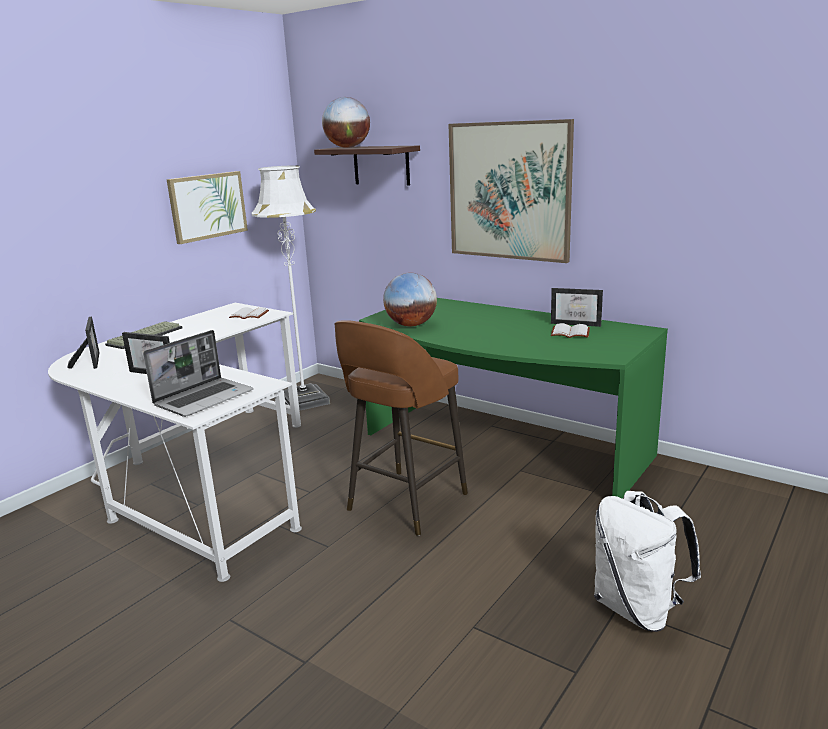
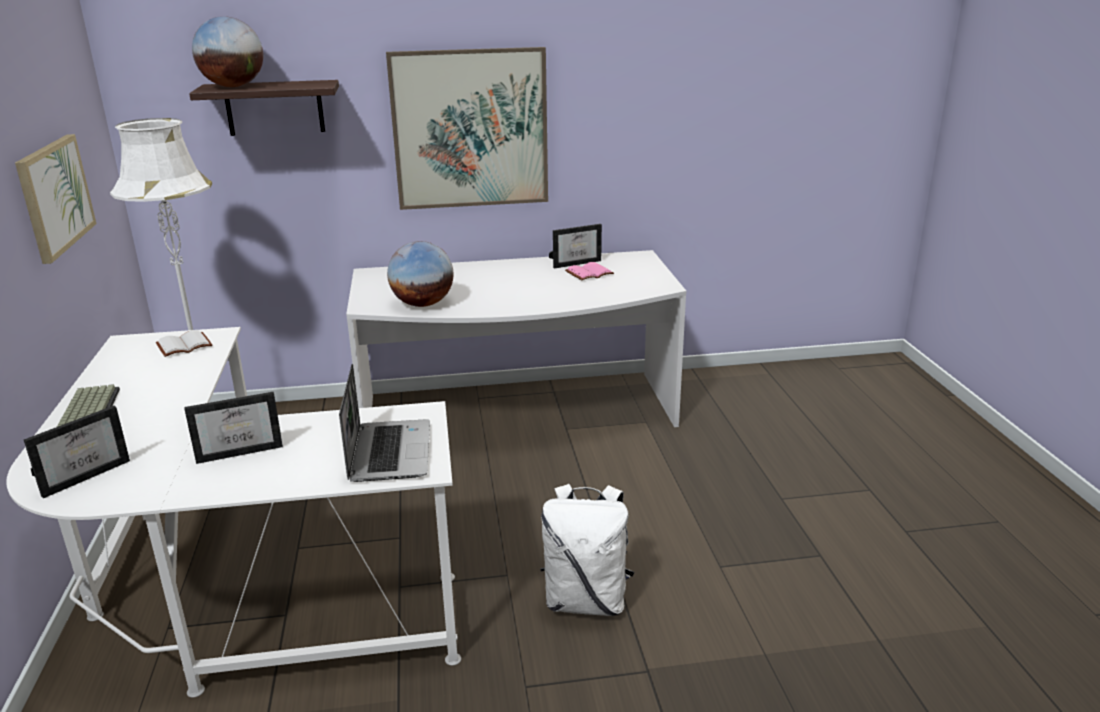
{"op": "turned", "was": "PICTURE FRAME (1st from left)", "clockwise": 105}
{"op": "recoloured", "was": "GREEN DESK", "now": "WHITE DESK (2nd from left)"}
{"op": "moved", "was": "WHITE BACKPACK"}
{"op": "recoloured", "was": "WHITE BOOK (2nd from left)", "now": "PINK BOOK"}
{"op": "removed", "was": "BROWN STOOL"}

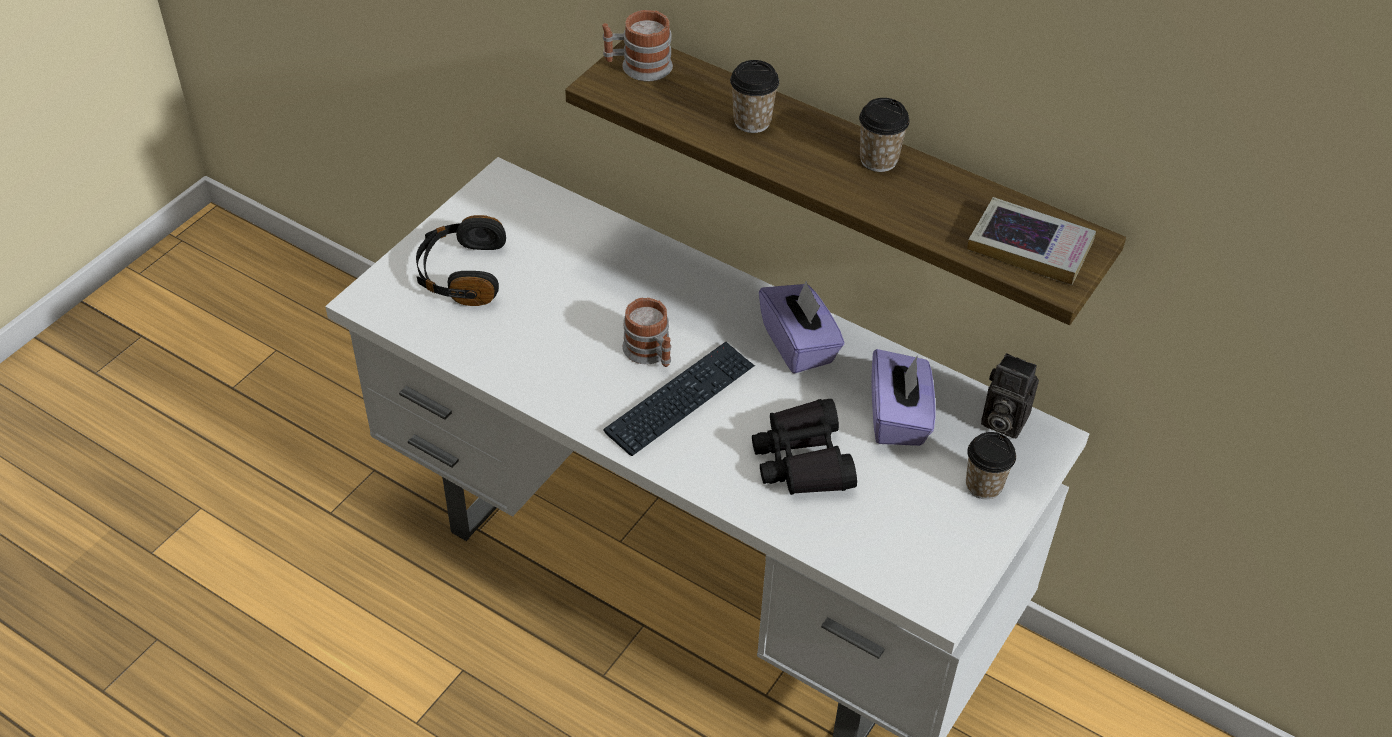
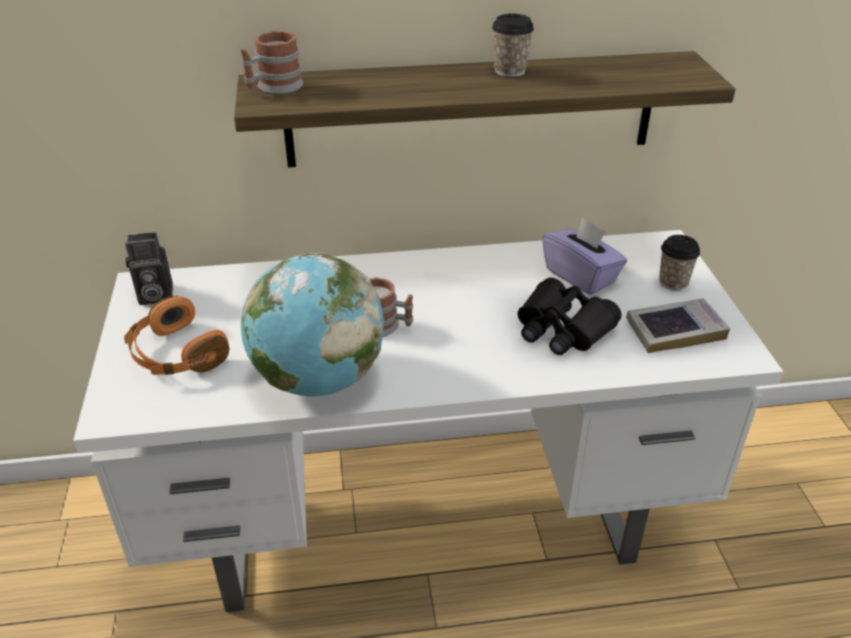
{"op": "recoloured", "was": "BLACK HEADPHONES", "now": "ORANGE HEADPHONES"}
{"op": "moved", "was": "PHOTO CAMERA"}
{"op": "added", "now": "GLOBE"}
{"op": "moved", "was": "BOOK"}
{"op": "removed", "was": "KEYBOARD"}
{"op": "removed", "was": "CUP (1st from left)"}
{"op": "removed", "was": "PURPLE TISSUE BOX (1st from left)"}

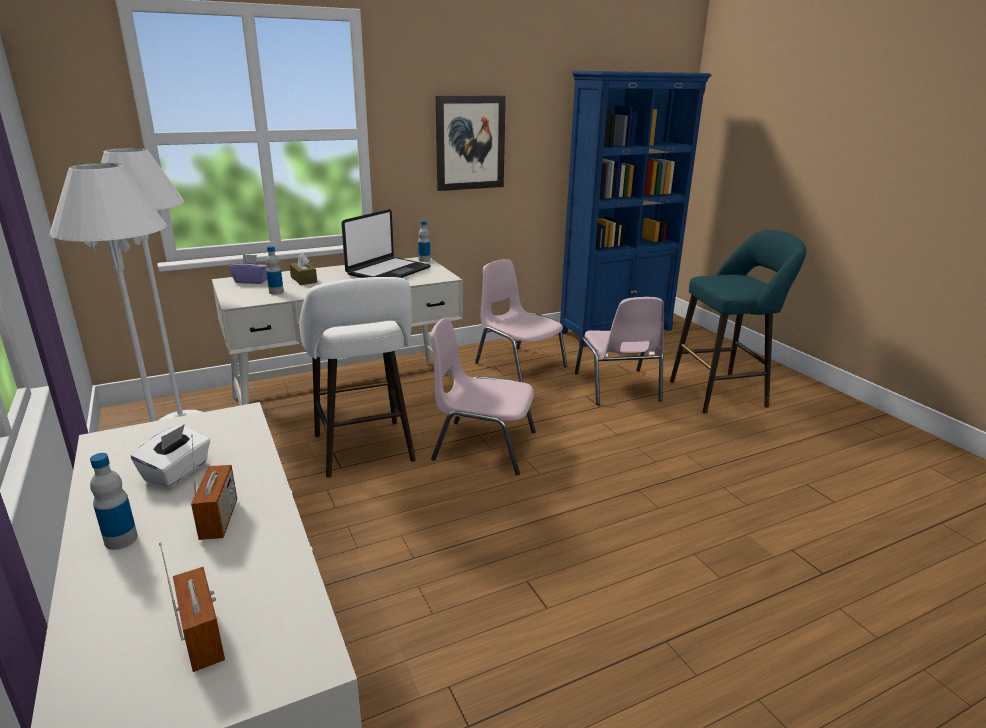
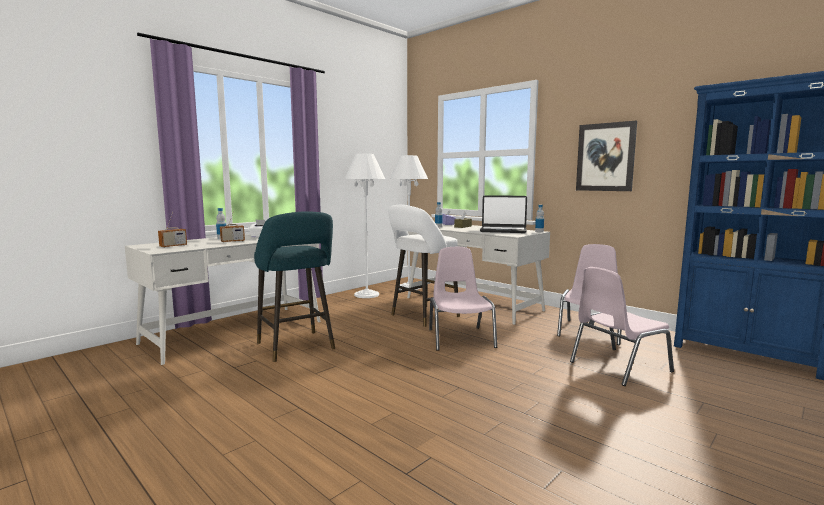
{"op": "moved", "was": "TURQUOISE STOOL"}

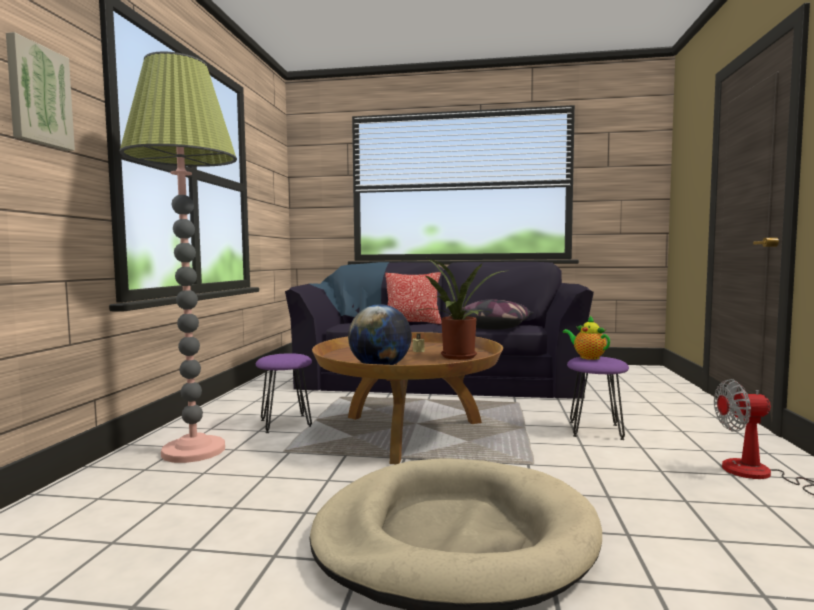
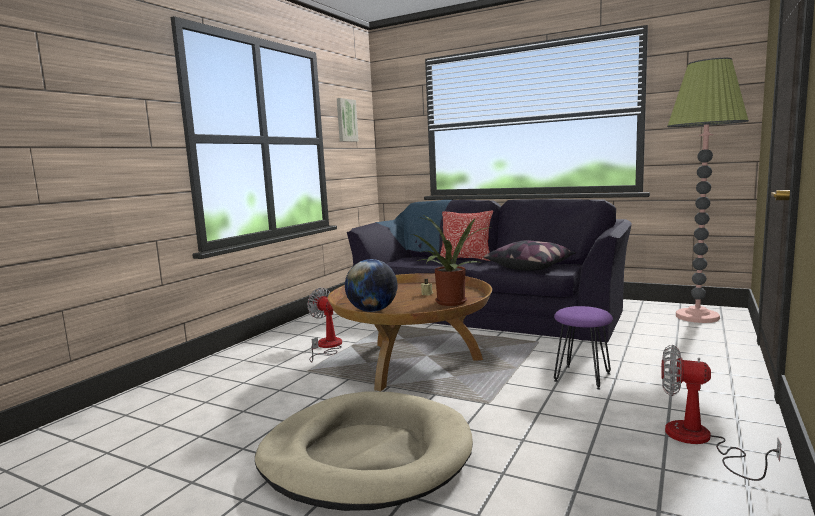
{"op": "replaced", "was": "PURPLE STOOL (1st from left)", "now": "FAN (1st from left)"}
{"op": "moved", "was": "PICTURE"}
{"op": "moved", "was": "FLOOR LAMP"}
{"op": "removed", "was": "TEAPOT"}

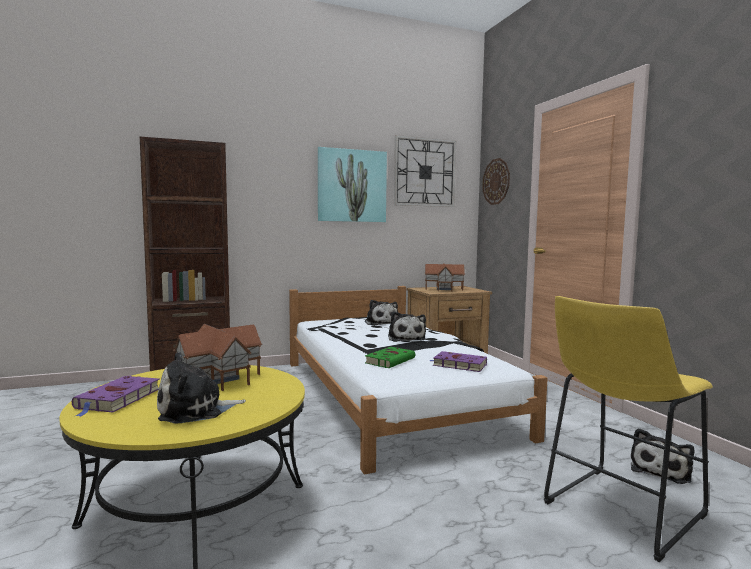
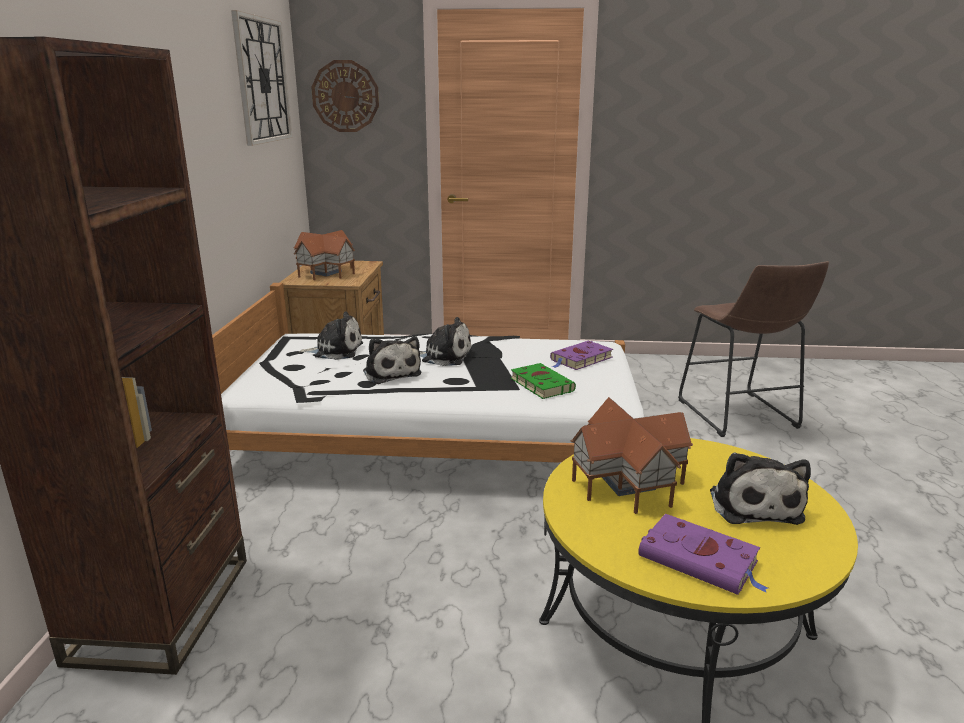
{"op": "moved", "was": "PLUSH TOY (4th from left in the first image)", "now": "PLUSH TOY (2nd from left)"}
{"op": "recoloured", "was": "YELLOW STOOL", "now": "BROWN STOOL"}
{"op": "removed", "was": "PICTURE"}

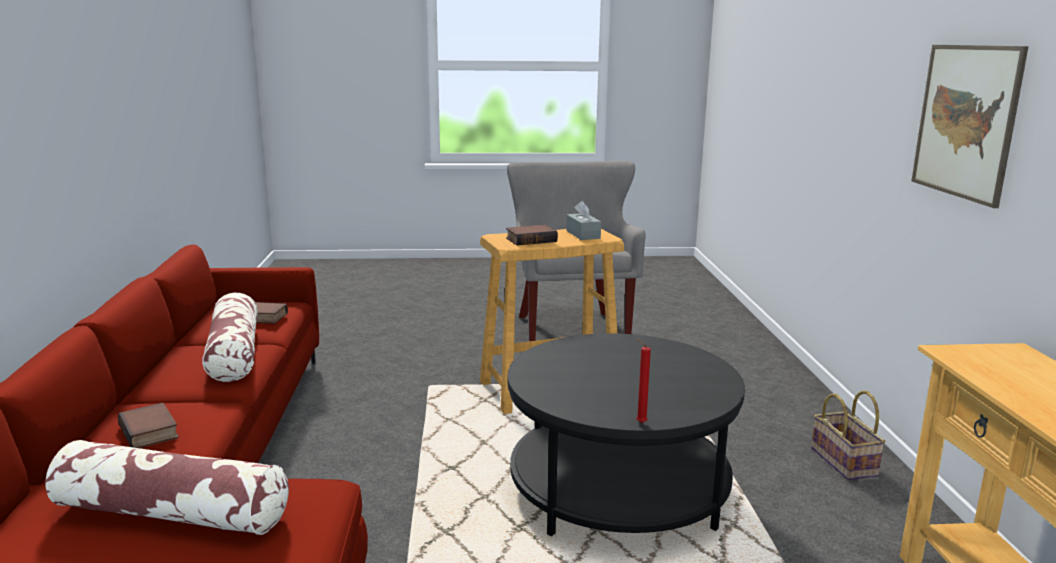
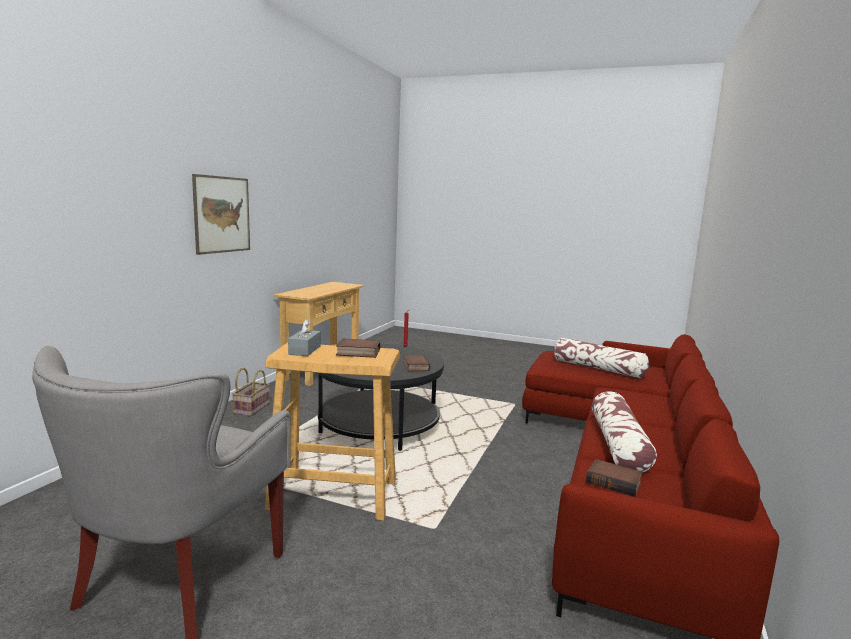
{"op": "moved", "was": "BOOK (1st from left in the first image)", "now": "BOOK (2nd from left)"}

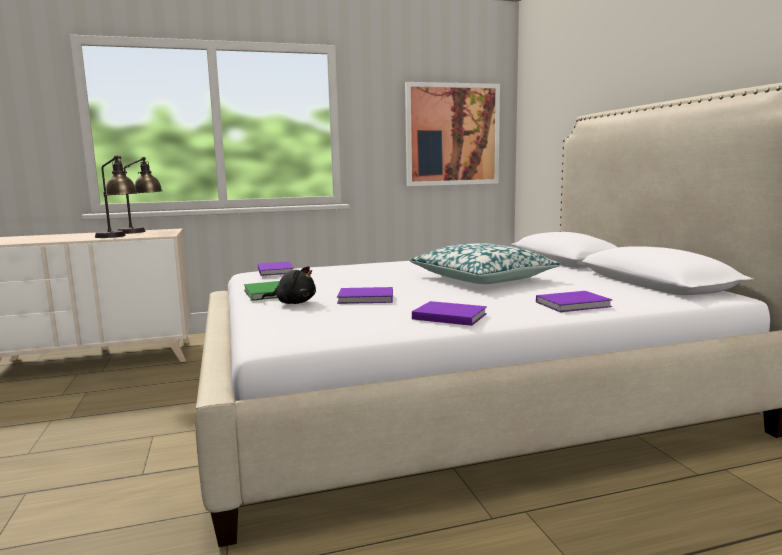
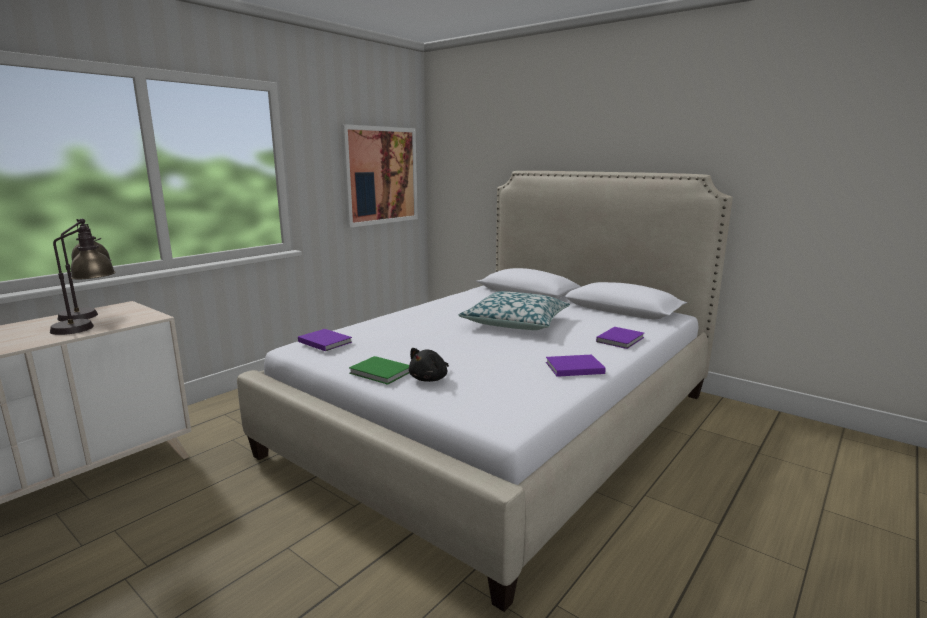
{"op": "turned", "was": "BLACK PLUSH TOY", "clockwise": 150}
{"op": "removed", "was": "PURPLE BOOK (2nd from left)"}

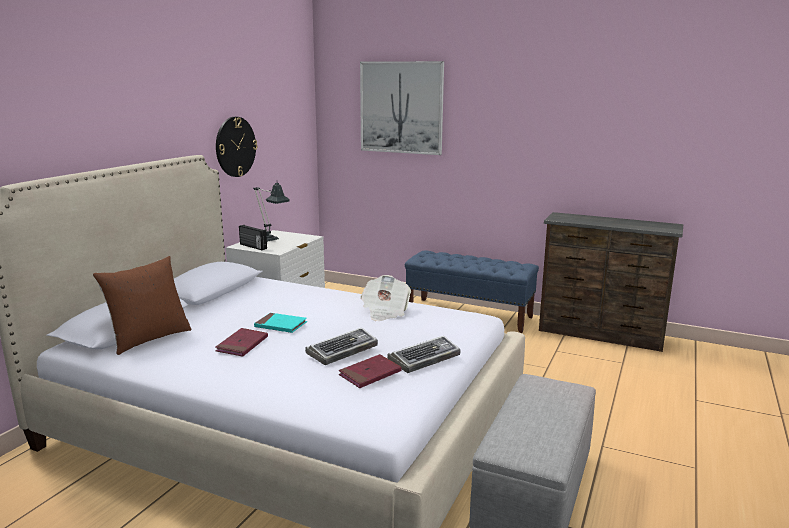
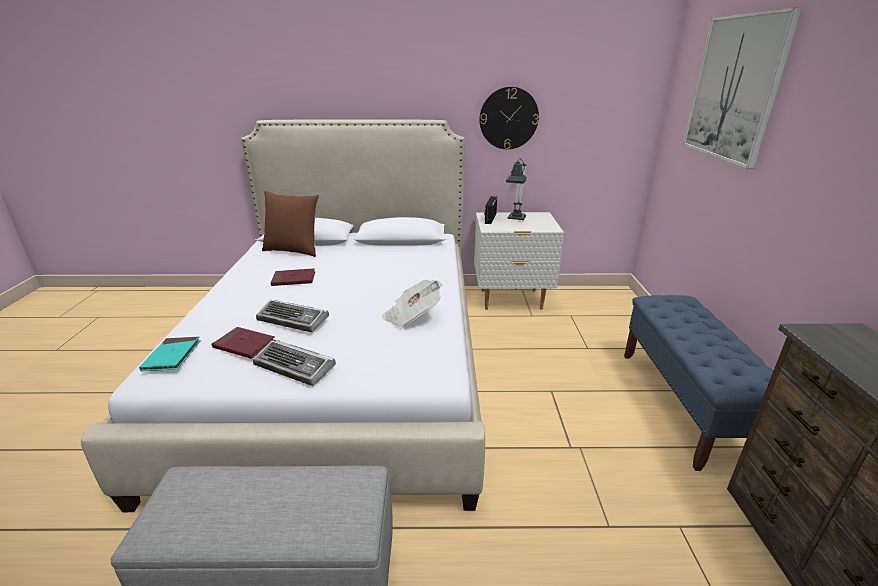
{"op": "moved", "was": "TURQUOISE BOOK"}

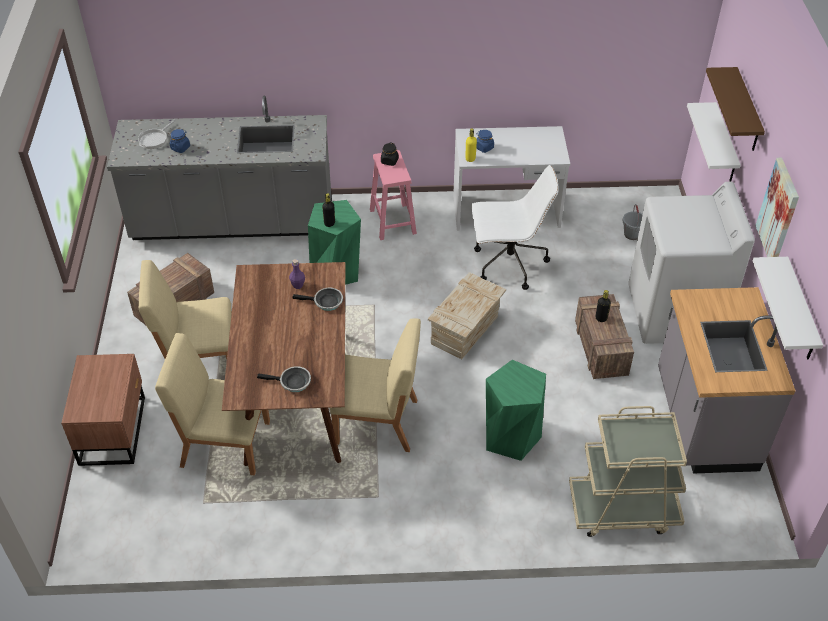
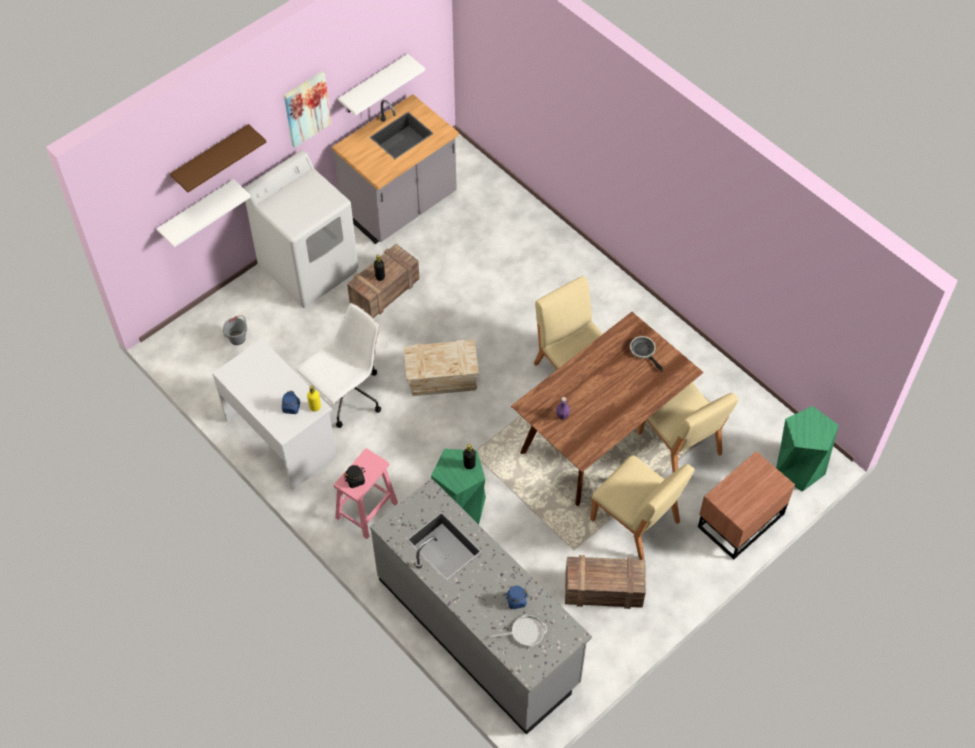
{"op": "turned", "was": "WHITE OFFICE CHAIR", "clockwise": 90}
{"op": "moved", "was": "GREEN STOOL (2nd from left)"}
{"op": "removed", "was": "FRYING PAN (3rd from left)"}
{"op": "removed", "was": "BEIGE CART"}

